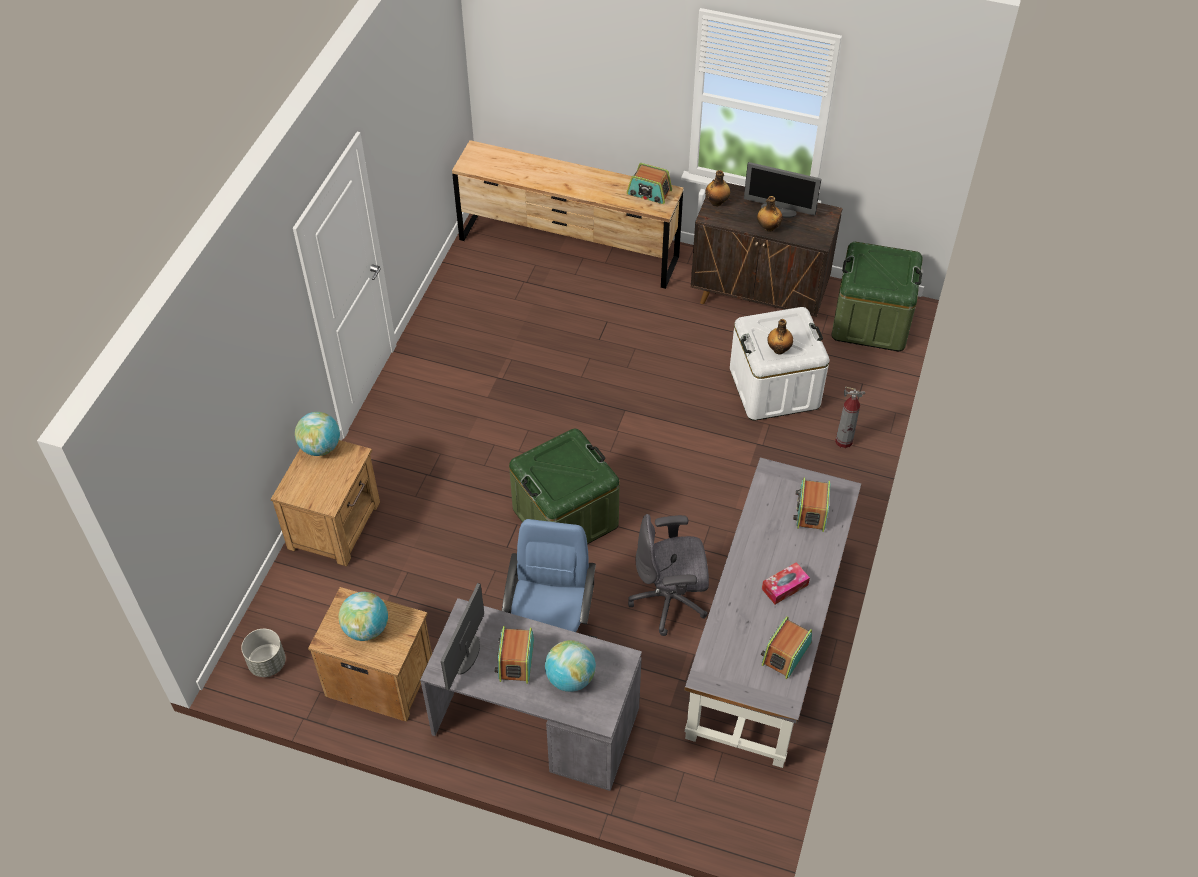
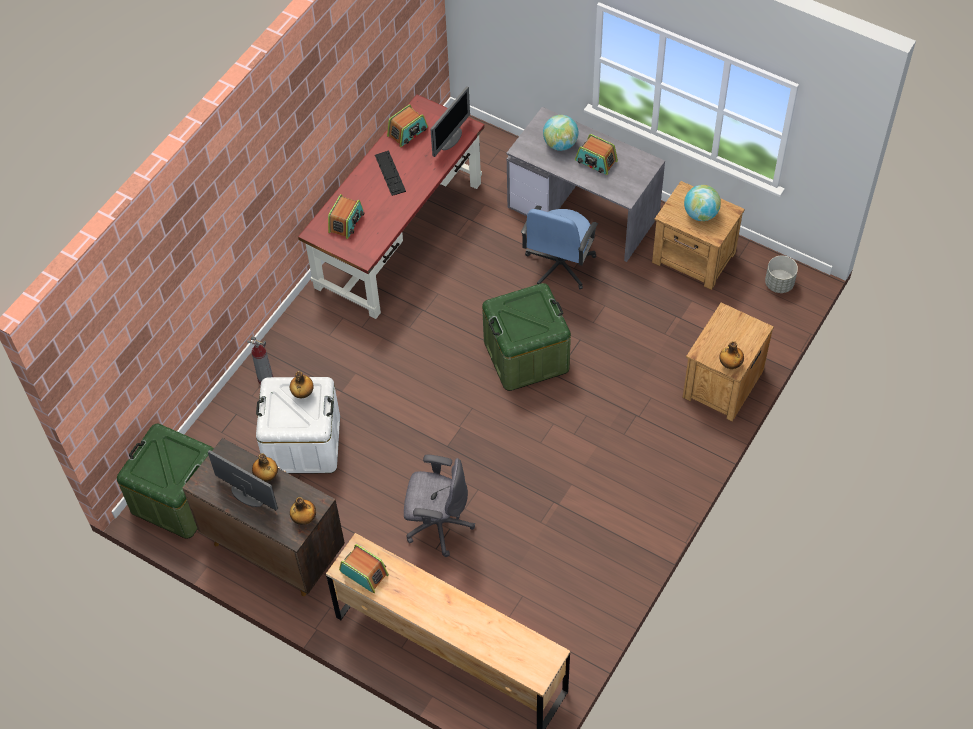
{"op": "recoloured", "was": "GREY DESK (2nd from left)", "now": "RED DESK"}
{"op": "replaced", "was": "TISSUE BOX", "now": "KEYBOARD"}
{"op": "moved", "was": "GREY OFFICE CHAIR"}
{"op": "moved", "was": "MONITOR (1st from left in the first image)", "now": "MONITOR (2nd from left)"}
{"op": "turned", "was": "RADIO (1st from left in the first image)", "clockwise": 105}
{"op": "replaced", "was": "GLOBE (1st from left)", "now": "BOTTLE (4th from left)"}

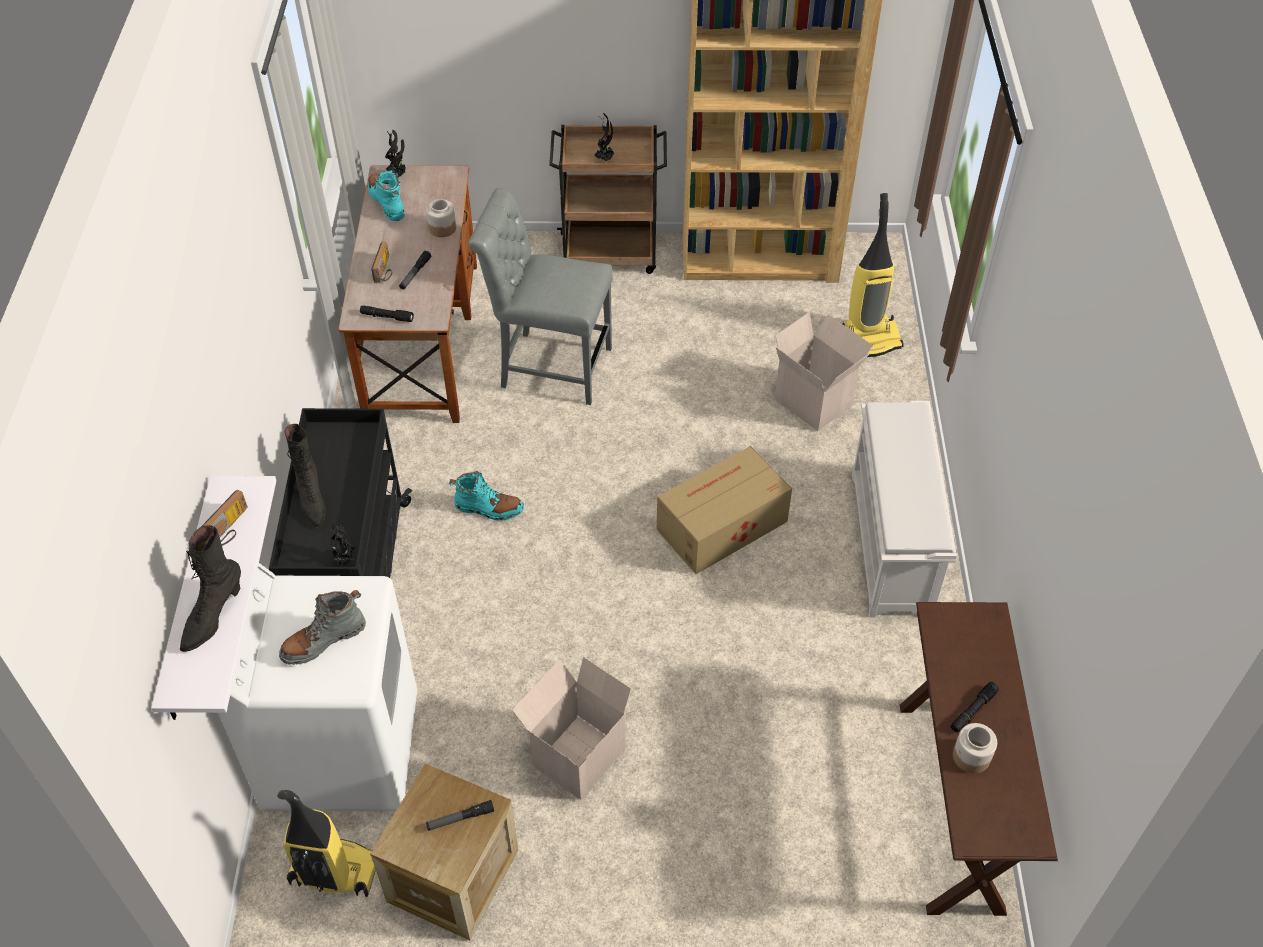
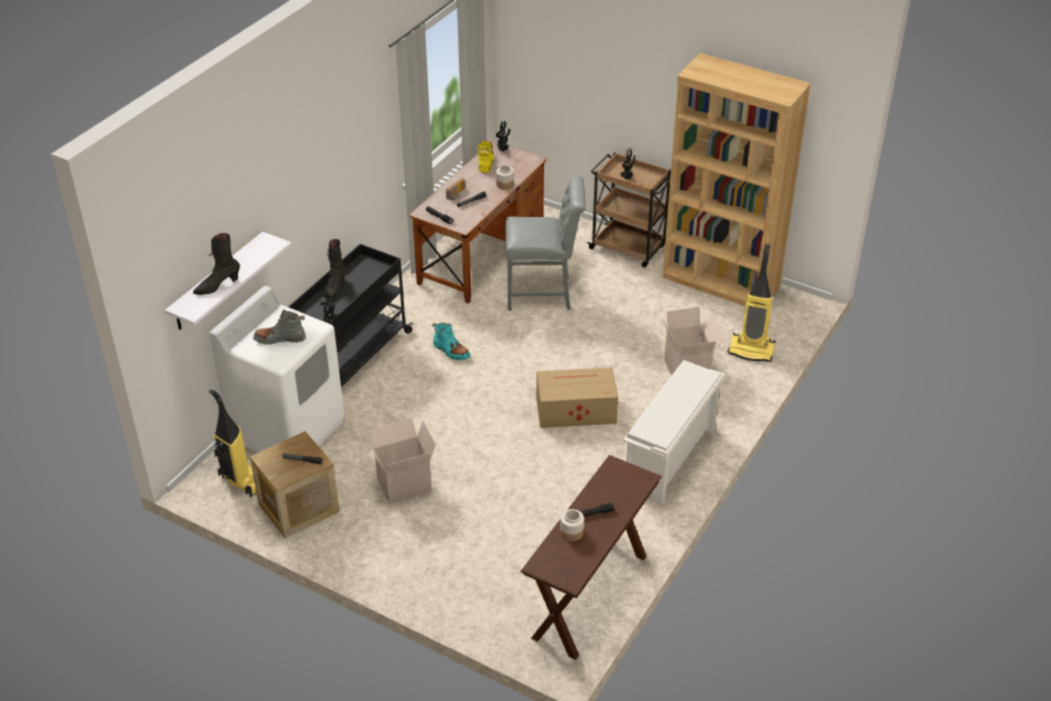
{"op": "recoloured", "was": "TURQUOISE BOOT (1st from left)", "now": "YELLOW BOOT"}
{"op": "turned", "was": "GREY CHAIR", "clockwise": 135}
{"op": "removed", "was": "RADIO (1st from left)"}

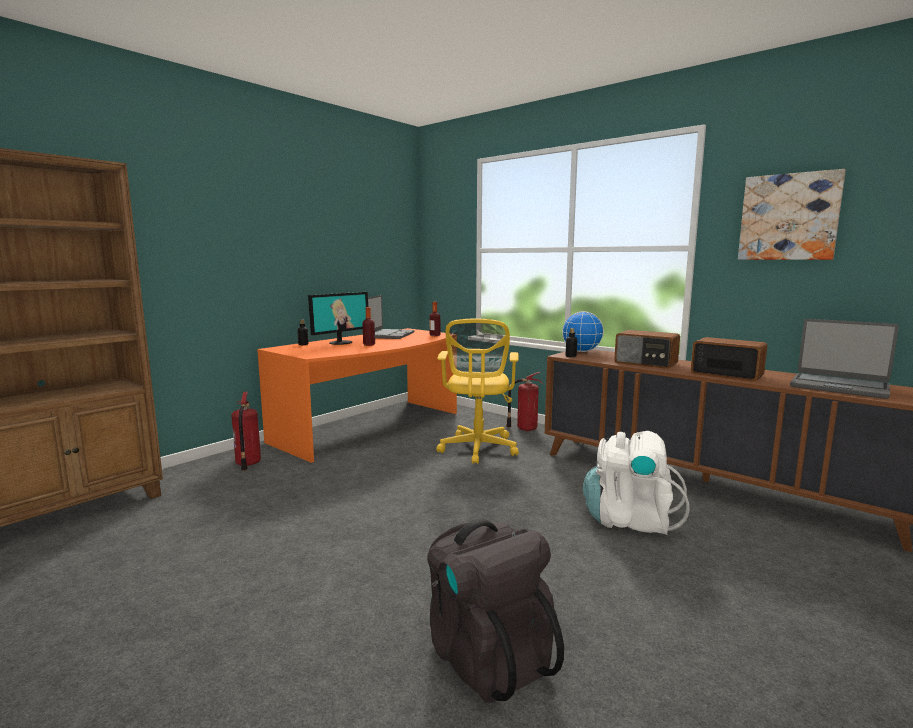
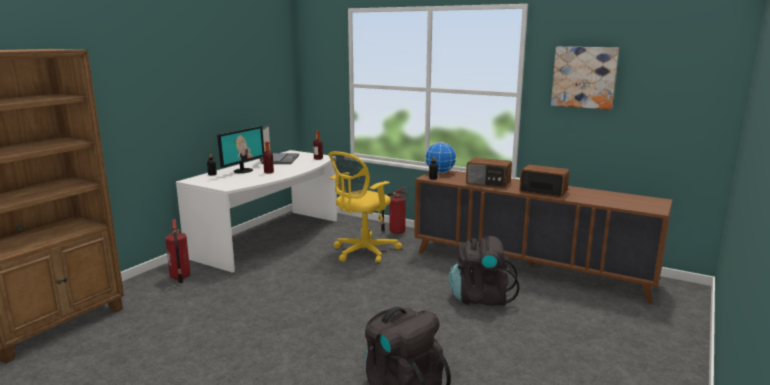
{"op": "recoloured", "was": "ORANGE DESK", "now": "WHITE DESK"}
{"op": "turned", "was": "YELLOW OFFICE CHAIR", "clockwise": 45}
{"op": "recoloured", "was": "WHITE BACKPACK", "now": "BLACK BACKPACK (2nd from left)"}
{"op": "removed", "was": "LAPTOP (2nd from left)"}

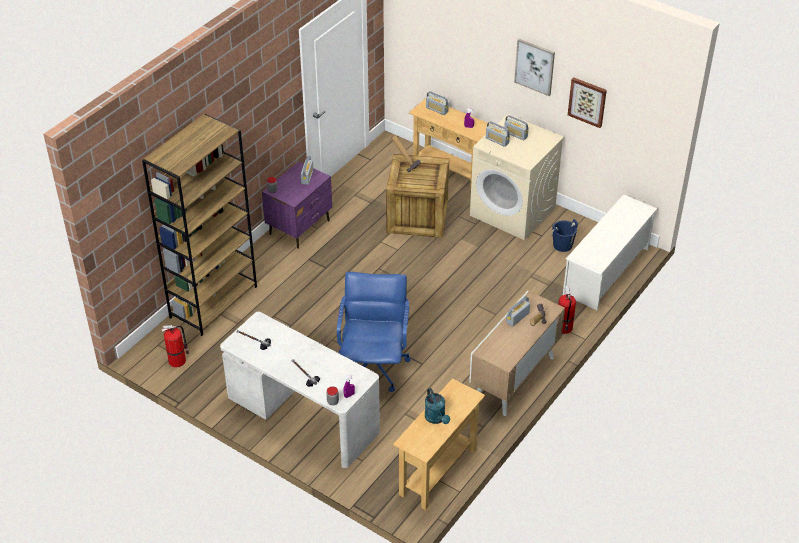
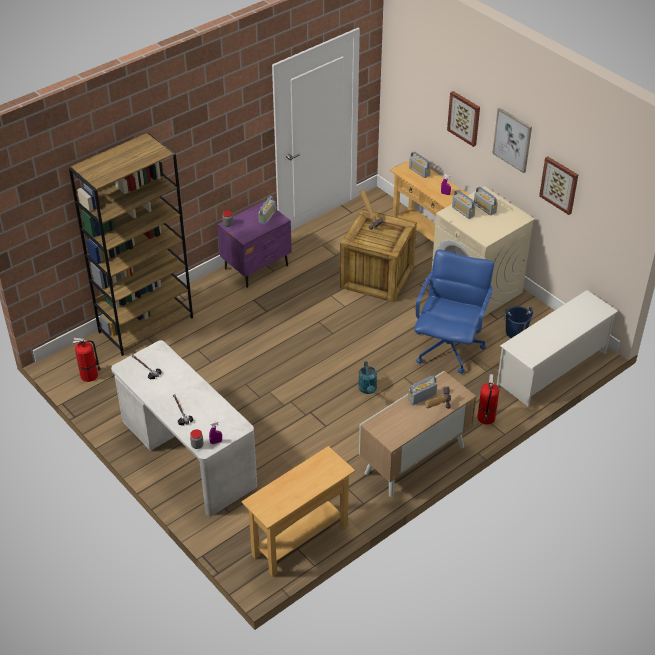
{"op": "moved", "was": "TURQUOISE WATERING CAN"}
{"op": "moved", "was": "BLUE OFFICE CHAIR"}
{"op": "added", "now": "PICTURE (1st from left)"}

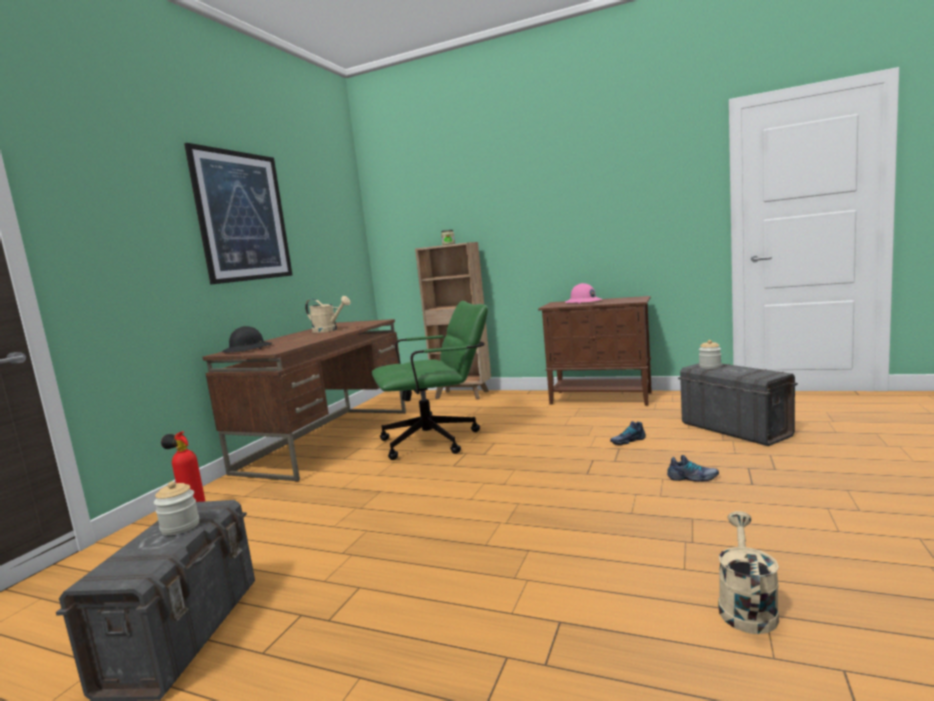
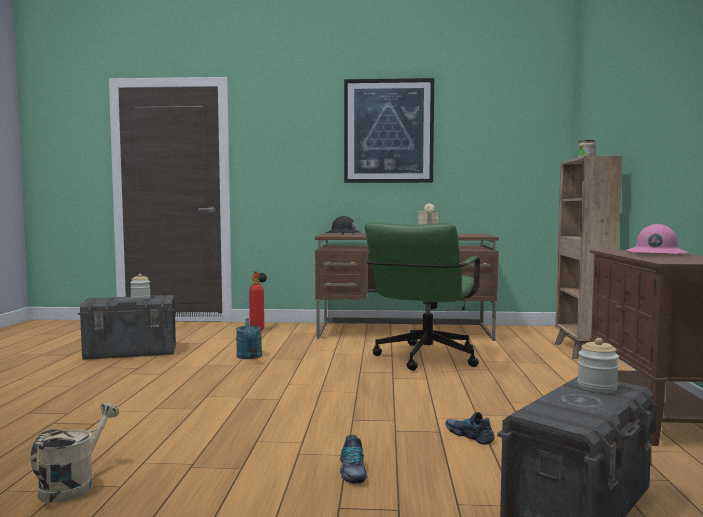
{"op": "turned", "was": "BEIGE WATERING CAN (2nd from left in the first image)", "clockwise": -75}
{"op": "added", "now": "TURQUOISE WATERING CAN"}
{"op": "turned", "was": "GREEN OFFICE CHAIR", "clockwise": 60}

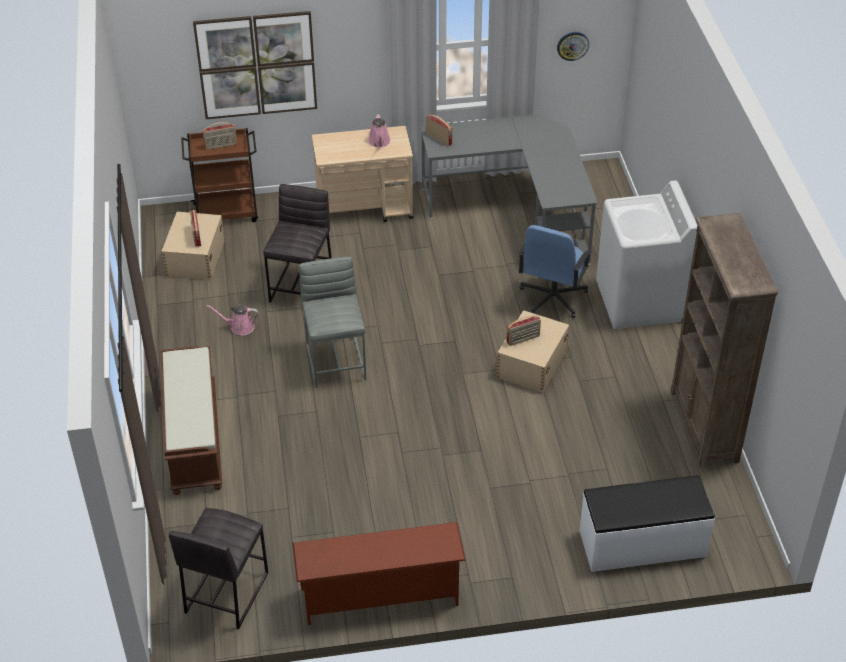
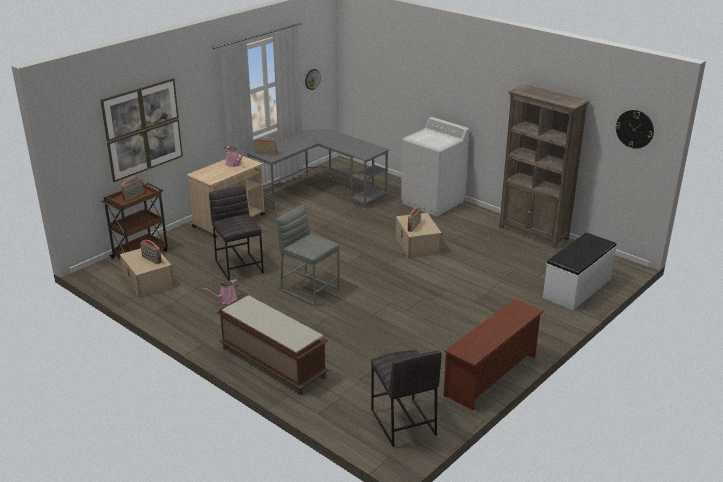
{"op": "added", "now": "WALL CLOCK (2nd from left)"}
{"op": "removed", "was": "BLUE OFFICE CHAIR"}

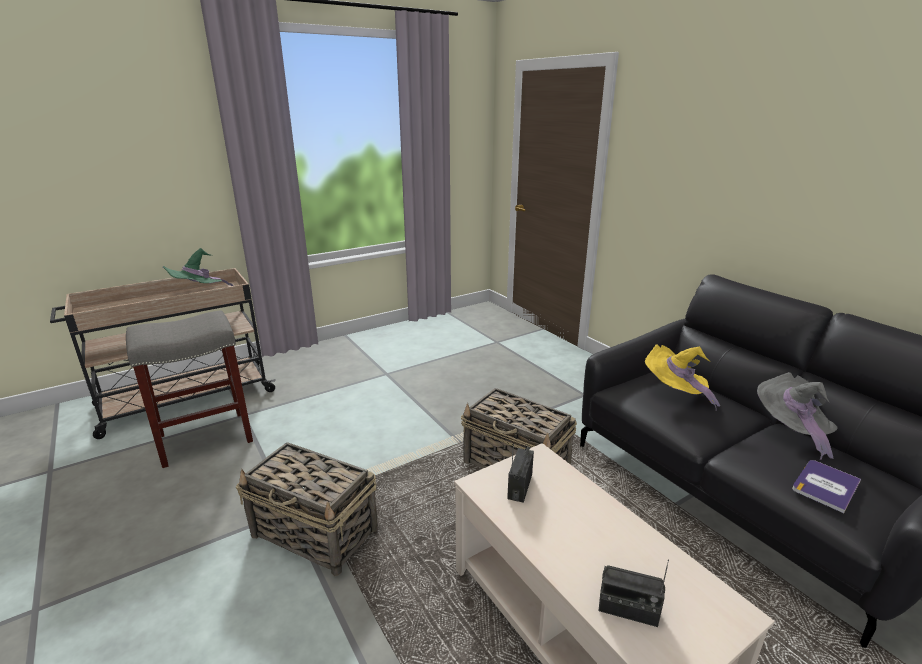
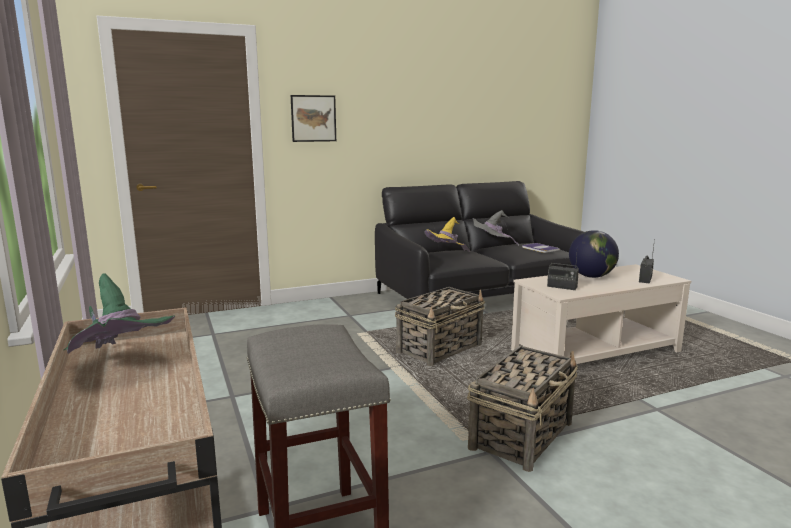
{"op": "added", "now": "PICTURE"}
{"op": "added", "now": "GLOBE"}

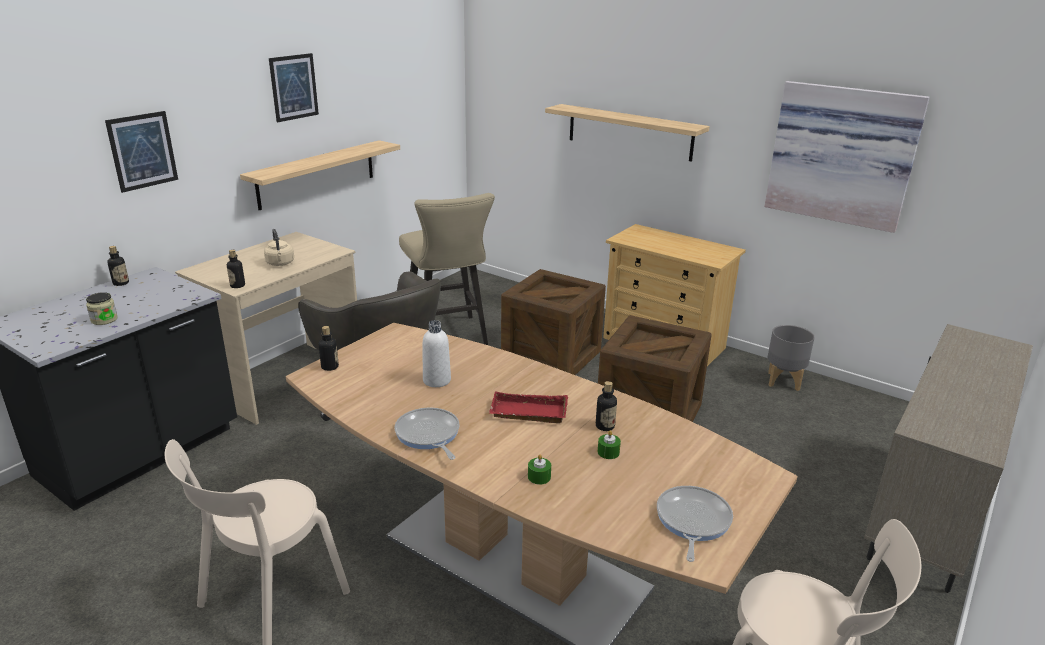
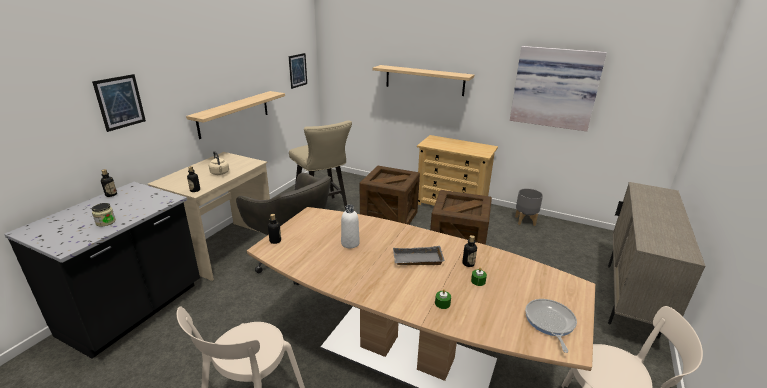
{"op": "moved", "was": "PICTURE (2nd from left)"}
{"op": "recoloured", "was": "RED TRAY", "now": "GREY TRAY"}
{"op": "removed", "was": "FRYING PAN (1st from left)"}

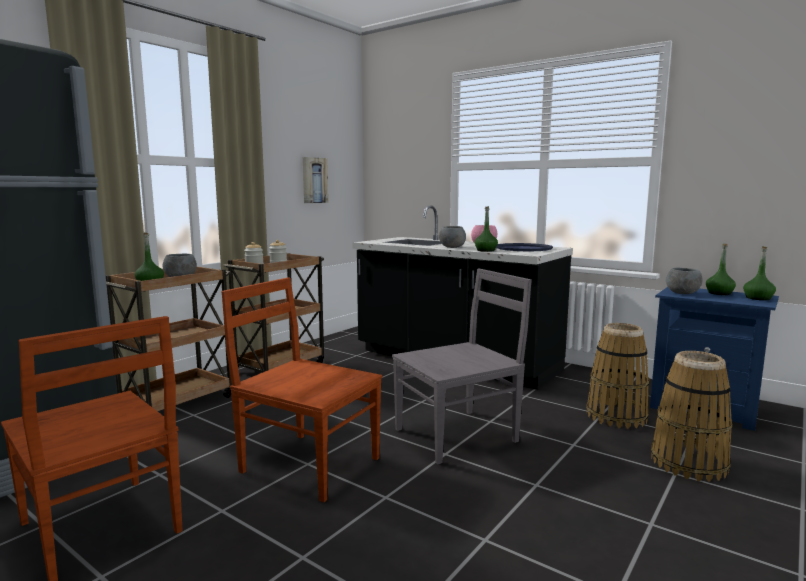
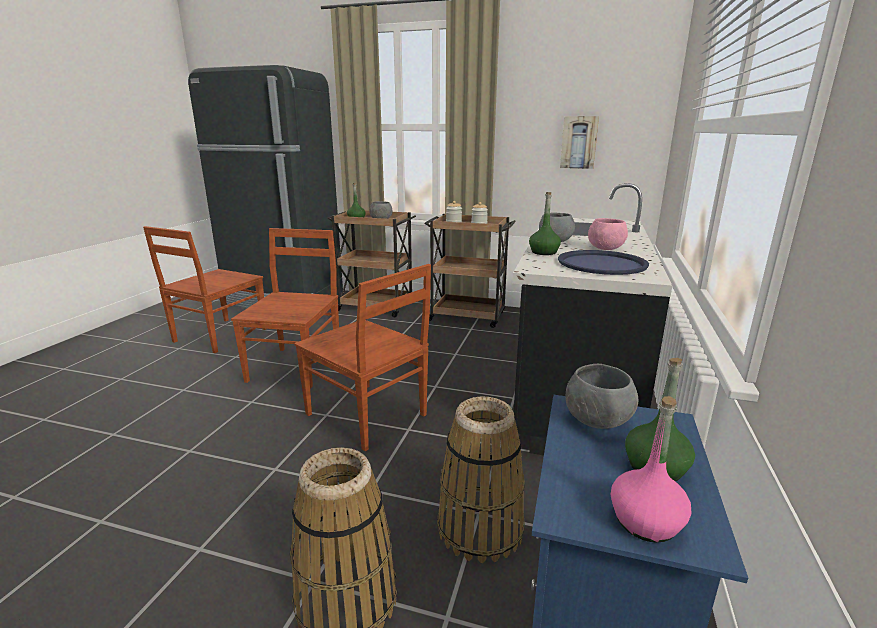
{"op": "recoloured", "was": "GREY CHAIR", "now": "BROWN CHAIR (3rd from left)"}
{"op": "recoloured", "was": "GREEN BOTTLE (4th from left)", "now": "PINK BOTTLE"}

